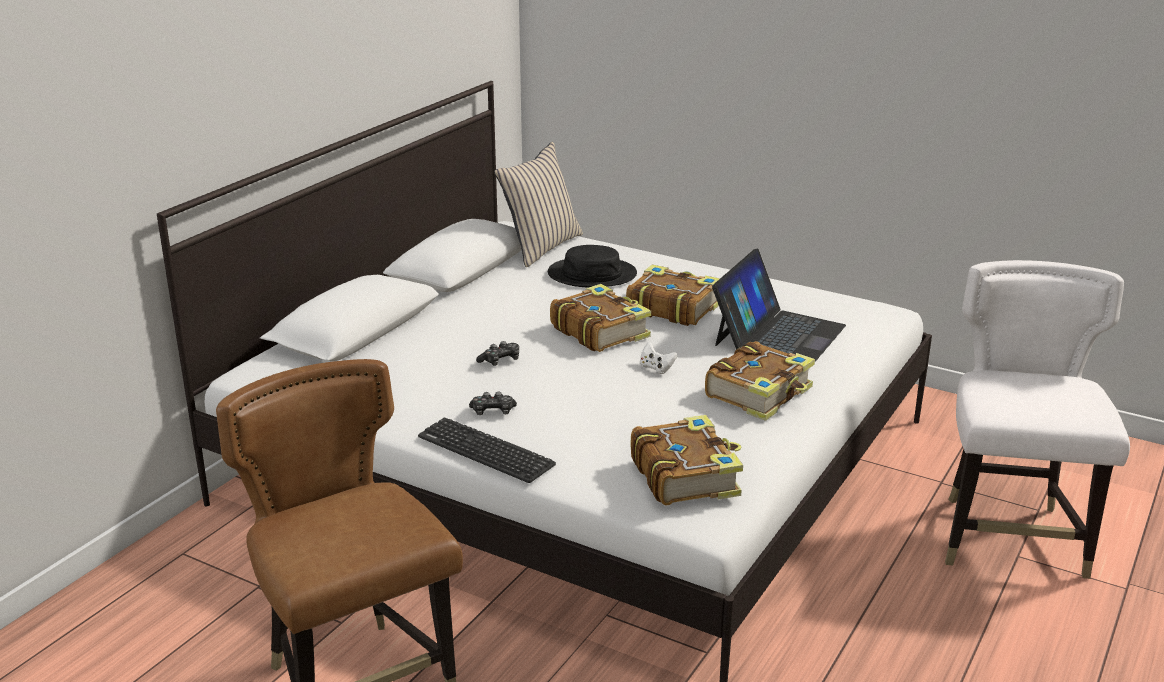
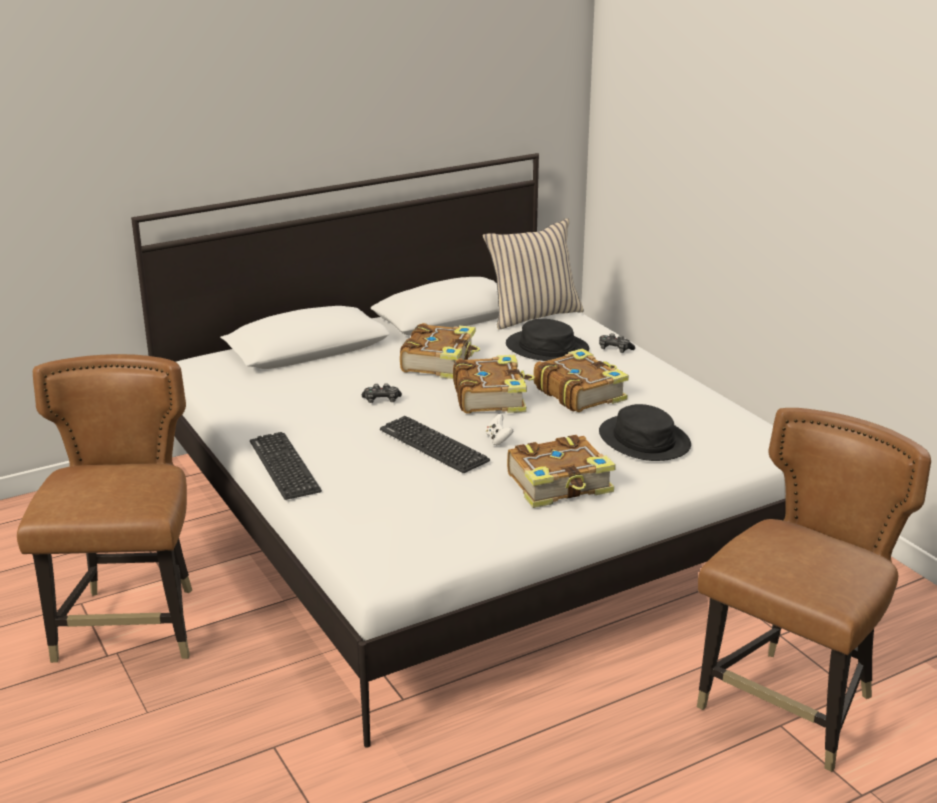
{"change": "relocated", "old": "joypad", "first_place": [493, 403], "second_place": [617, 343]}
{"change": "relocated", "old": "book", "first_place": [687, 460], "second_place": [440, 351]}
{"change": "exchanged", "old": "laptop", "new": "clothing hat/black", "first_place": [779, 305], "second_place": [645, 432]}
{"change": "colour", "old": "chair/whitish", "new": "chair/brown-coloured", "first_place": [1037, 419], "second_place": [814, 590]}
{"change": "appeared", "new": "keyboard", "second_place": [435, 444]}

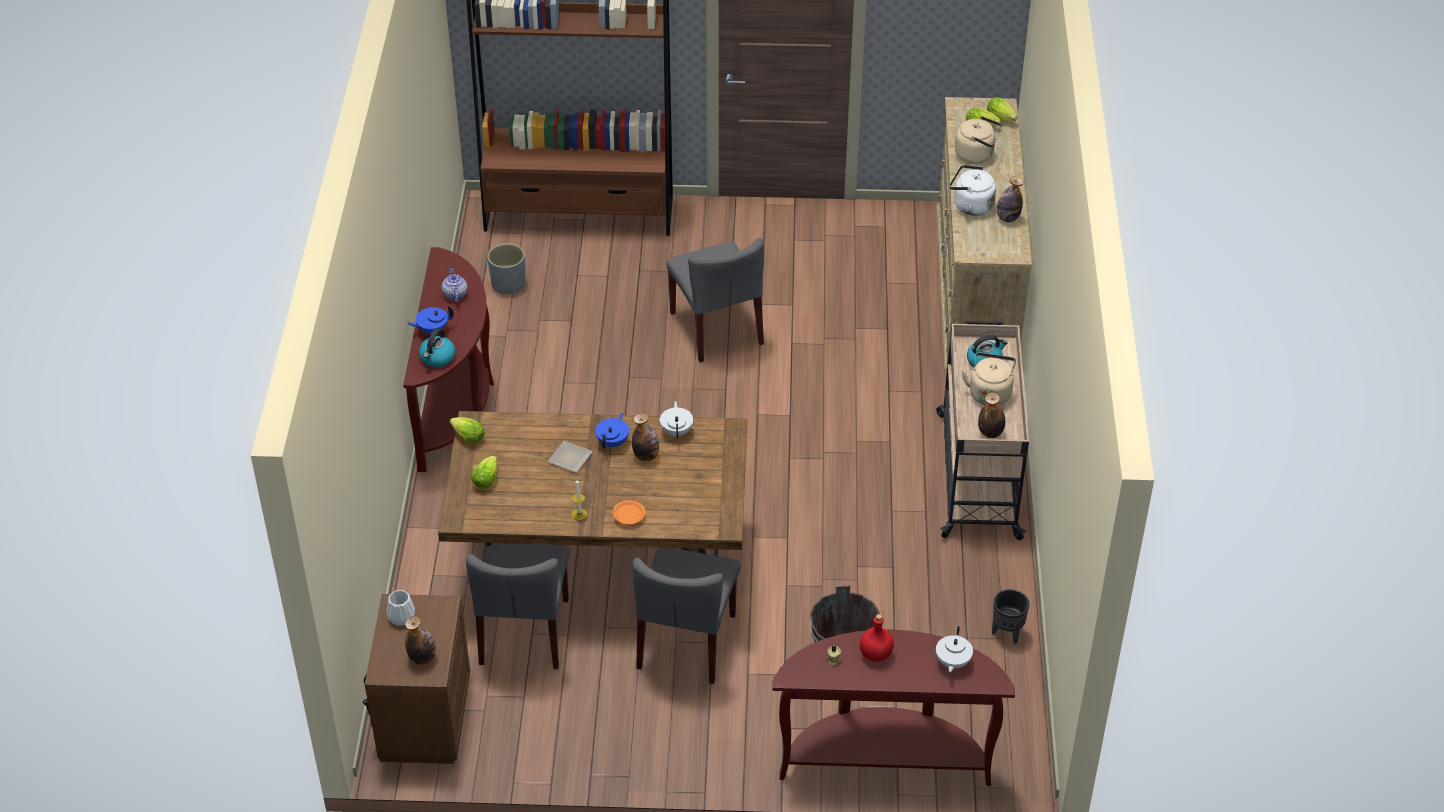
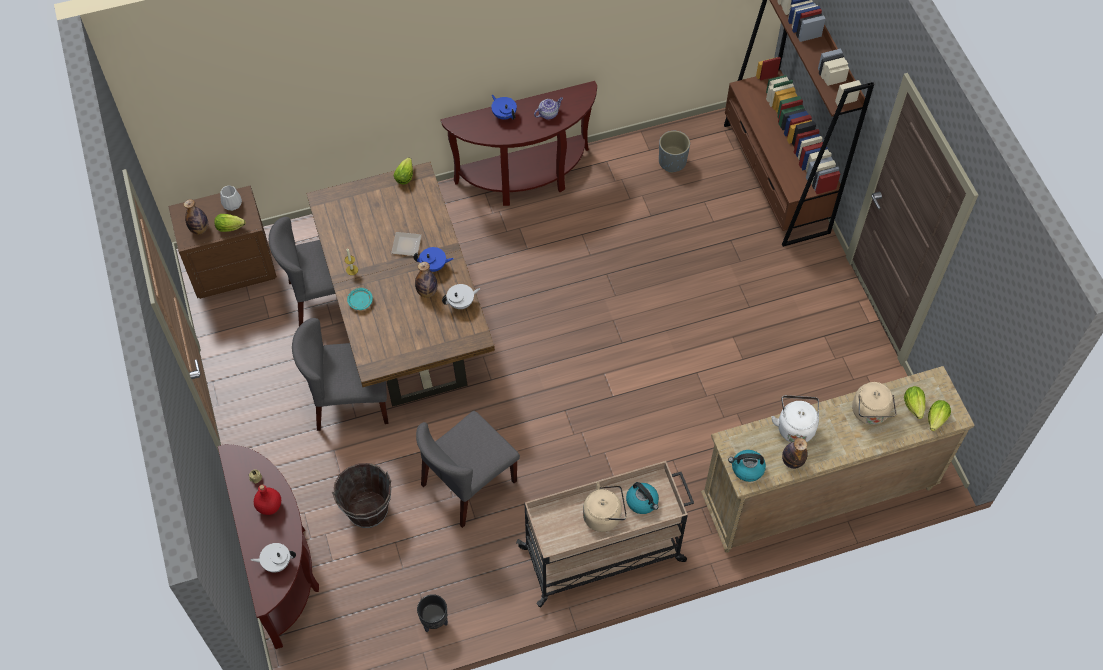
{"change": "relocated", "old": "kettle", "first_place": [437, 347], "second_place": [747, 466]}
{"change": "relocated", "old": "head of lettuce", "first_place": [484, 472], "second_place": [230, 223]}
{"change": "colour", "old": "dinner plate/orange-coloured", "new": "dinner plate/blue-green", "first_place": [629, 512], "second_place": [360, 299]}
{"change": "relocated", "old": "chair/greyish", "first_place": [715, 300], "second_place": [468, 469]}
{"change": "missing", "old": "drink bottle", "first_place": [991, 415]}

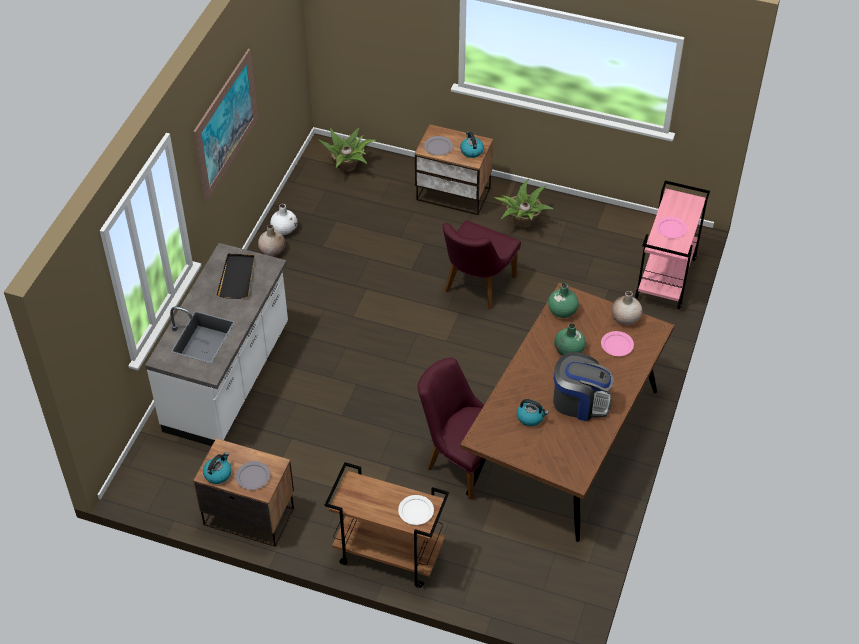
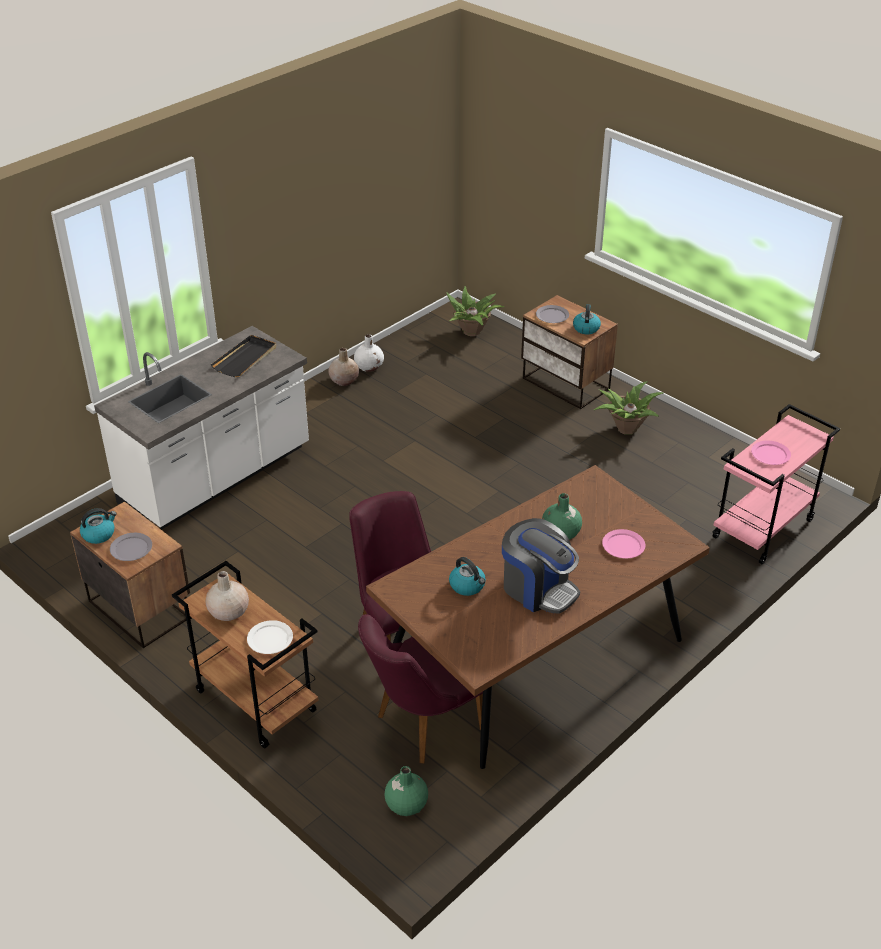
{"change": "missing", "old": "picture", "first_place": [225, 125]}
{"change": "relocated", "old": "chair/purple", "first_place": [482, 264], "second_place": [420, 689]}
{"change": "relocated", "old": "decorative vase/green-coloured", "first_place": [563, 300], "second_place": [406, 791]}
{"change": "relocated", "old": "decorative vase/beige-coloured", "first_place": [626, 308], "second_place": [227, 596]}

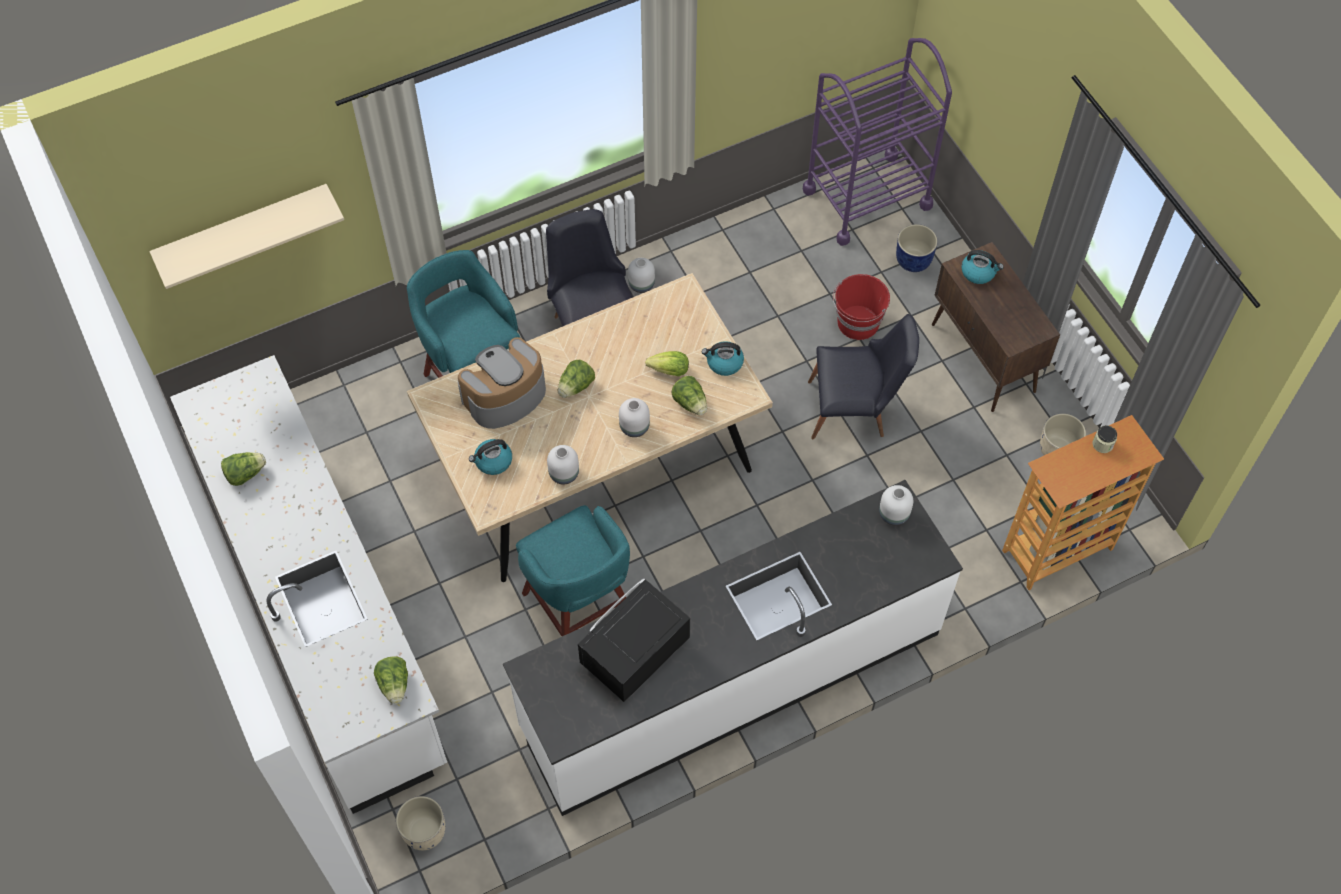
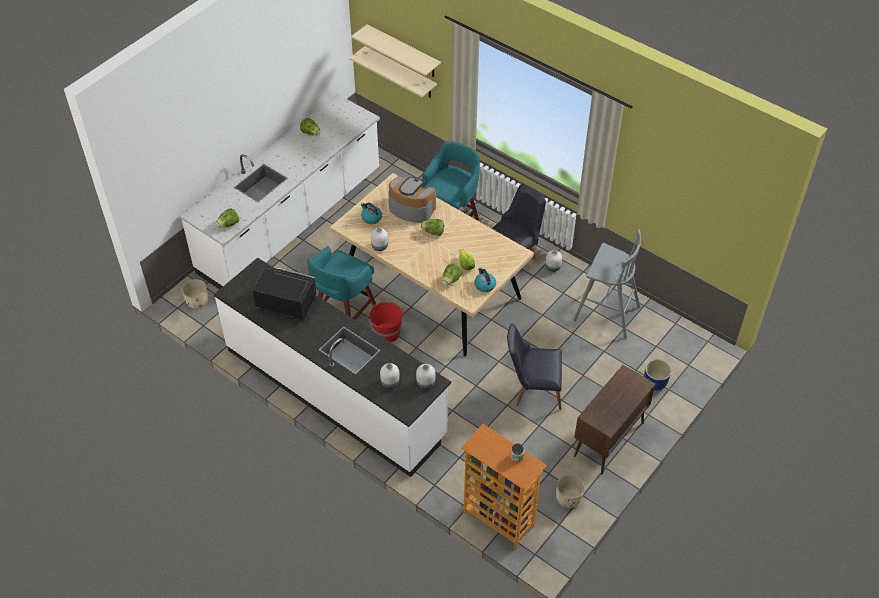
{"change": "relocated", "old": "decorative vase/whitish", "first_place": [634, 417], "second_place": [390, 376]}
{"change": "missing", "old": "trolley/purple", "first_place": [877, 142]}
{"change": "spun", "old": "chair/black", "first_place": [863, 376], "second_place": [534, 367], "degrees": 120}
{"change": "relocated", "old": "pail/red", "first_place": [861, 307], "second_place": [385, 321]}
{"change": "missing", "old": "kettle", "first_place": [982, 267]}
{"change": "appeared", "new": "wall shelf/beige-coloured", "second_place": [393, 72]}
{"change": "appeared", "new": "stool seat/greyish", "second_place": [607, 284]}

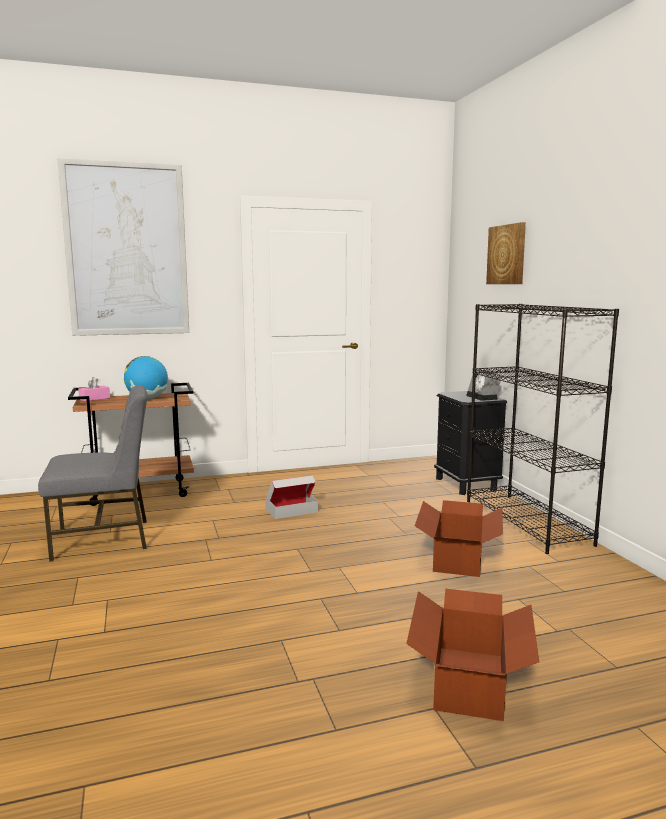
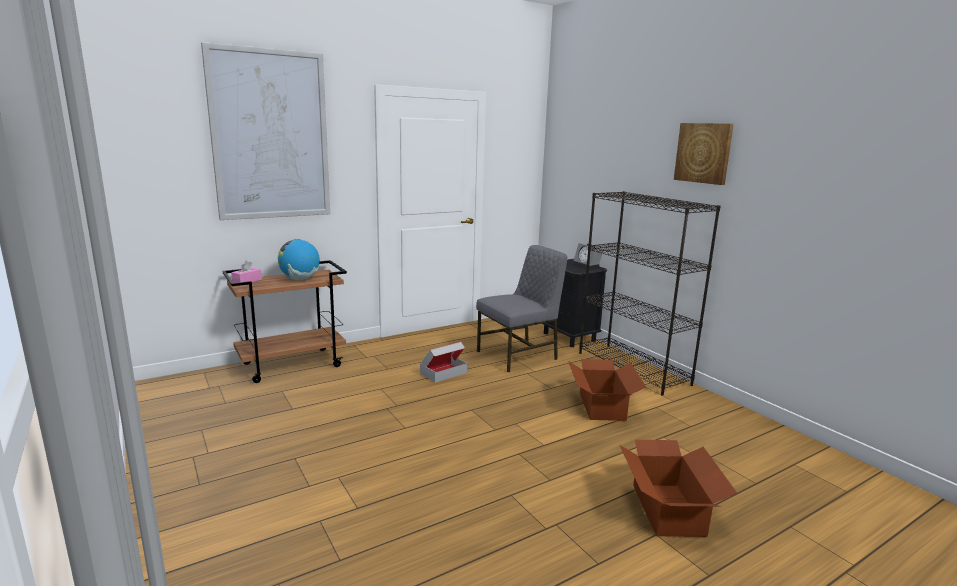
{"change": "relocated", "old": "chair/greyish", "first_place": [92, 473], "second_place": [521, 308]}
{"change": "relocated", "old": "picture", "first_place": [506, 253], "second_place": [704, 154]}

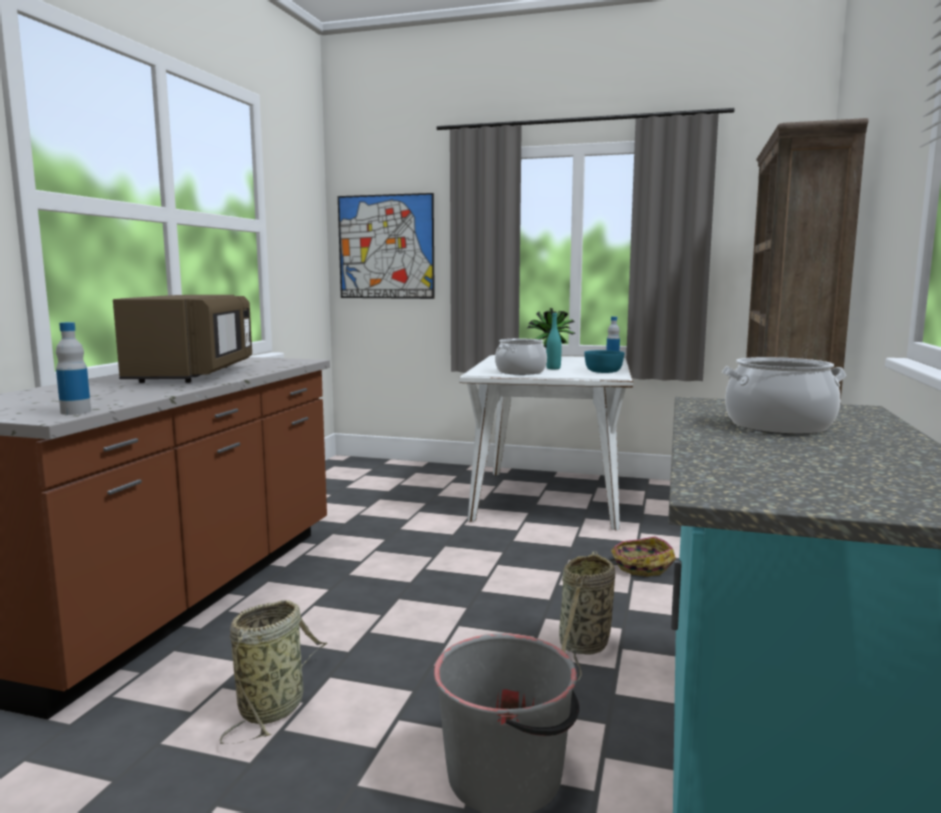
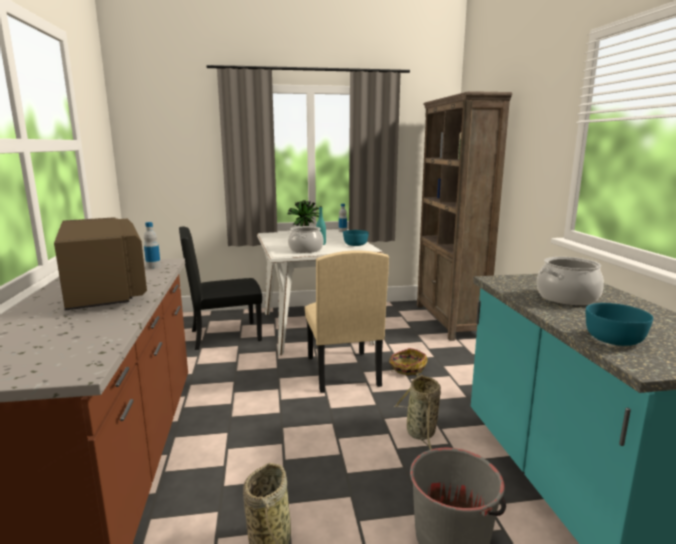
{"change": "relocated", "old": "drink bottle", "first_place": [73, 368], "second_place": [152, 245]}
{"change": "missing", "old": "picture", "first_place": [386, 246]}
{"change": "appeared", "new": "chair/black", "second_place": [220, 288]}
{"change": "appeared", "new": "chair/beige-coloured", "second_place": [347, 321]}
{"change": "appeared", "new": "serving bowl/blue-green", "second_place": [619, 324]}

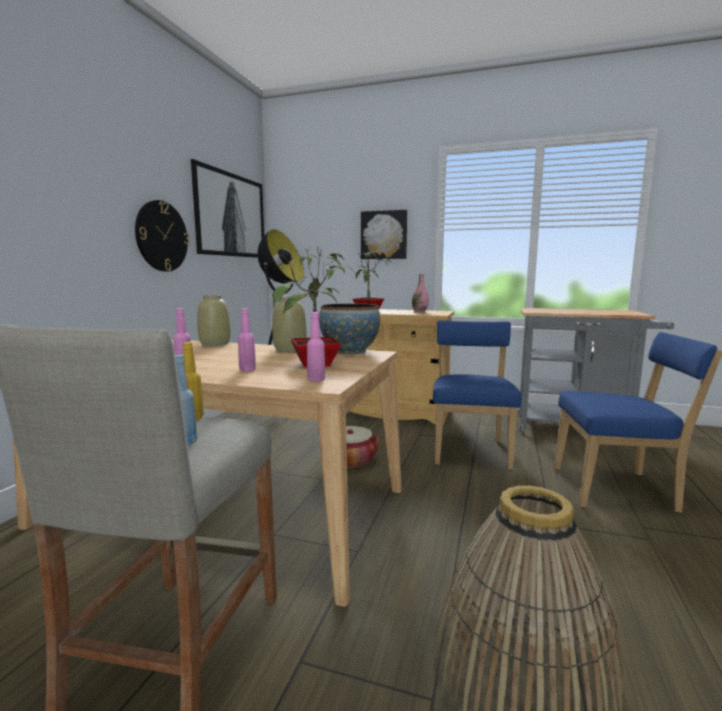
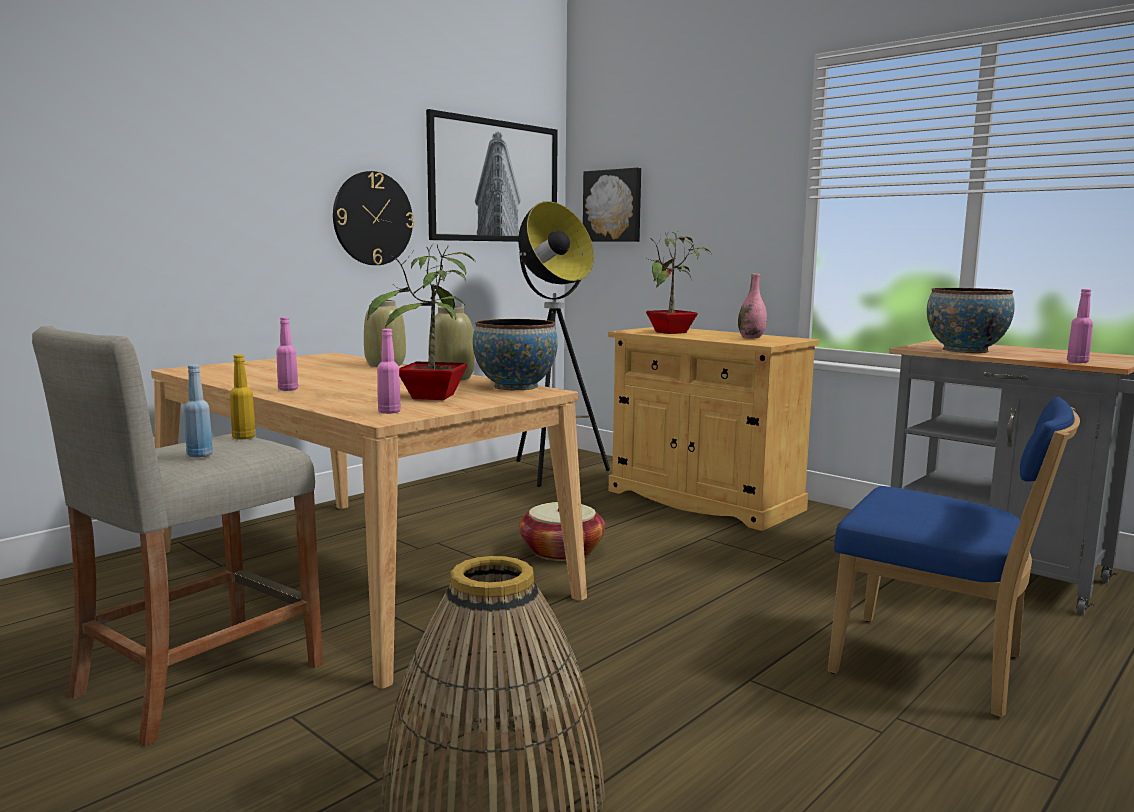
{"change": "relocated", "old": "drink bottle/pinkish", "first_place": [247, 340], "second_place": [1080, 326]}
{"change": "relocated", "old": "picture", "first_place": [384, 234], "second_place": [612, 205]}
{"change": "missing", "old": "chair/bluish", "first_place": [477, 395]}
{"change": "appeared", "new": "serving bowl", "second_place": [971, 320]}

